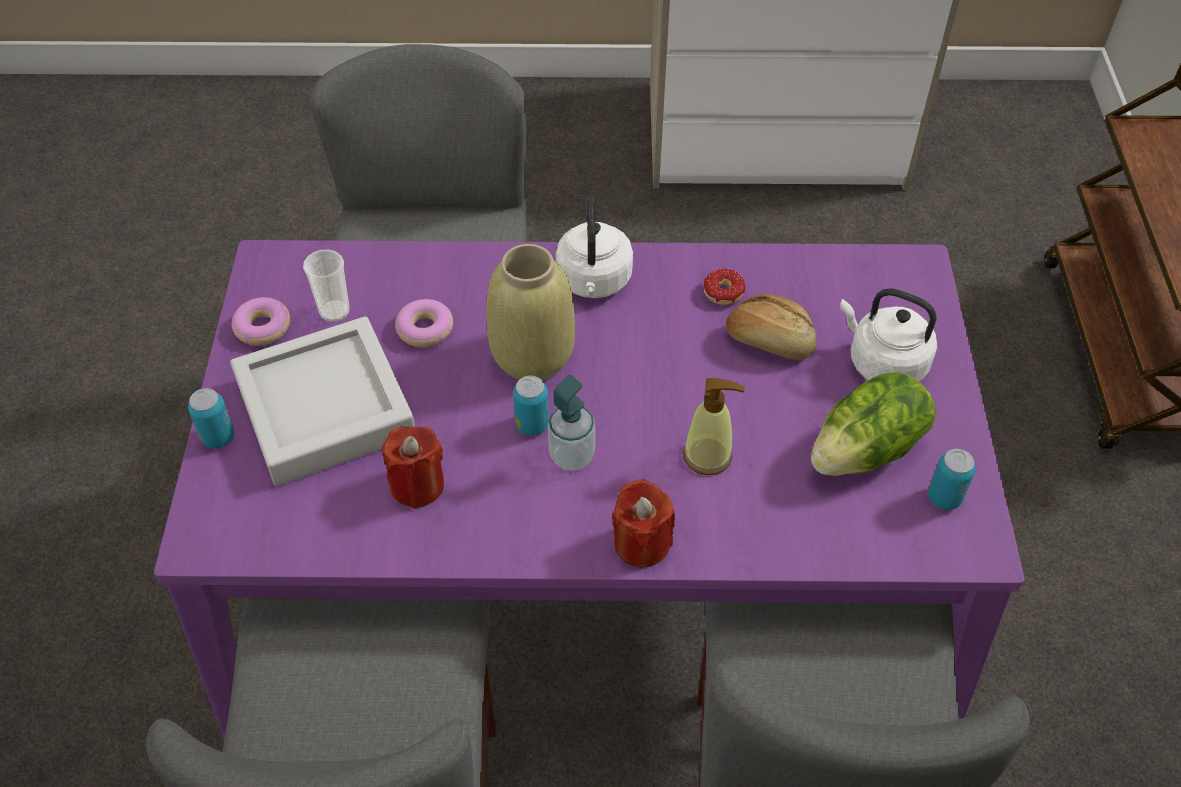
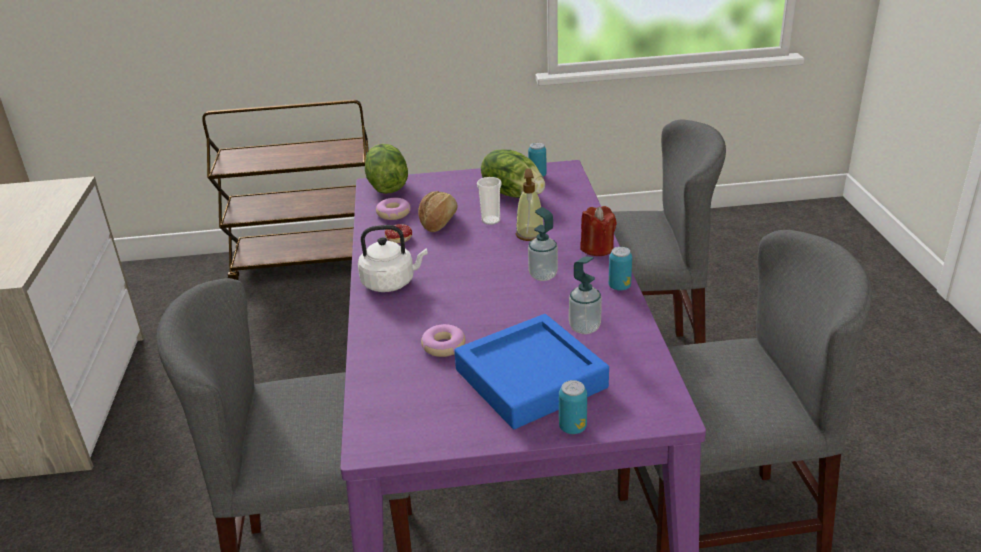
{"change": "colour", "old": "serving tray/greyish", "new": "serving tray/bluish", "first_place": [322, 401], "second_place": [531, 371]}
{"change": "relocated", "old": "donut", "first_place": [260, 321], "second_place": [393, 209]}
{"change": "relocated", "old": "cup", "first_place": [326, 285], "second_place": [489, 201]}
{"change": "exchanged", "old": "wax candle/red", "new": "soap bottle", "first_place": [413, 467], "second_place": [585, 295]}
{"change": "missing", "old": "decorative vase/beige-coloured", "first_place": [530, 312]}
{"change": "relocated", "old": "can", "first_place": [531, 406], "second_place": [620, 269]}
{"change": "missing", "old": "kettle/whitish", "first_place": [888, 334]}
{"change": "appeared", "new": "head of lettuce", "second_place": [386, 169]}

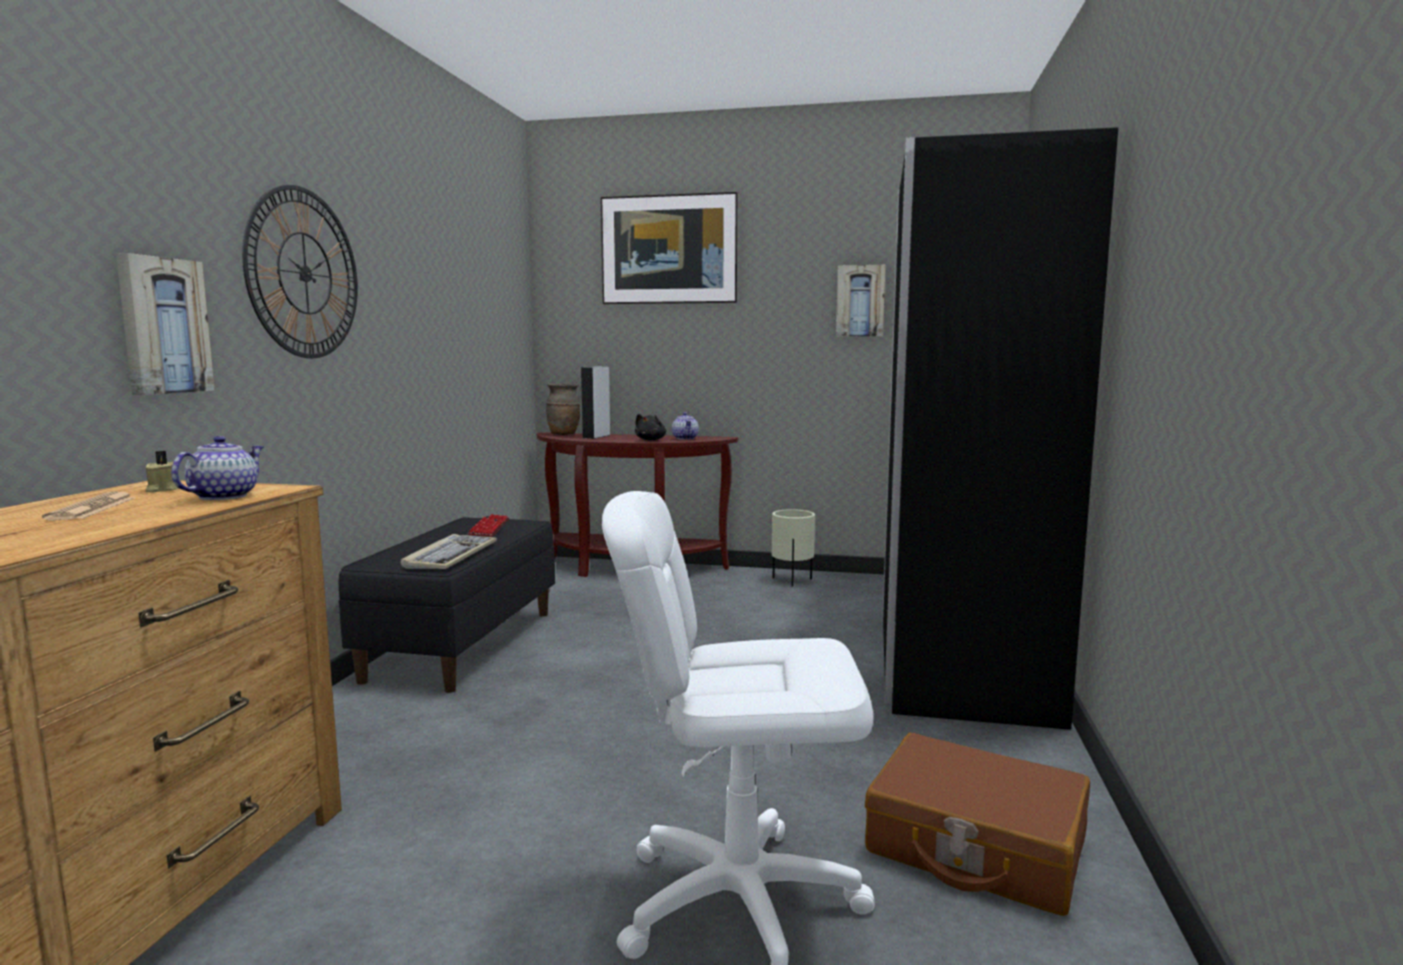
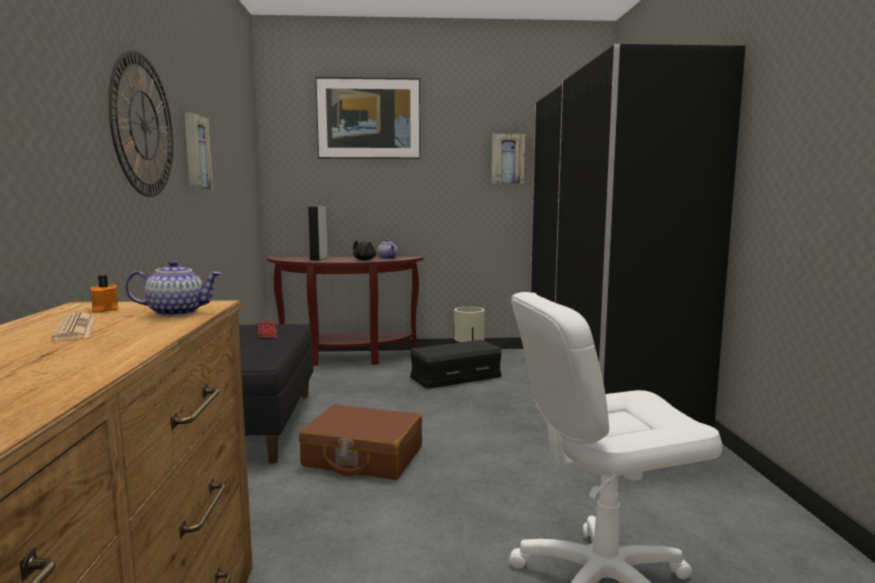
{"change": "relocated", "old": "picture", "first_place": [165, 324], "second_place": [198, 150]}
{"change": "colour", "old": "wax candle/beige-coloured", "new": "wax candle/orange-coloured", "first_place": [162, 472], "second_place": [105, 294]}
{"change": "spun", "old": "pot for tea", "first_place": [217, 468], "second_place": [173, 288], "degrees": 75}
{"change": "missing", "old": "keyboard", "first_place": [449, 551]}
{"change": "missing", "old": "decorative vase/brown-coloured", "first_place": [563, 409]}
{"change": "relocated", "old": "suitcase/brown-coloured", "first_place": [977, 824], "second_place": [360, 442]}
{"change": "appeared", "new": "storage bin/black", "second_place": [456, 364]}

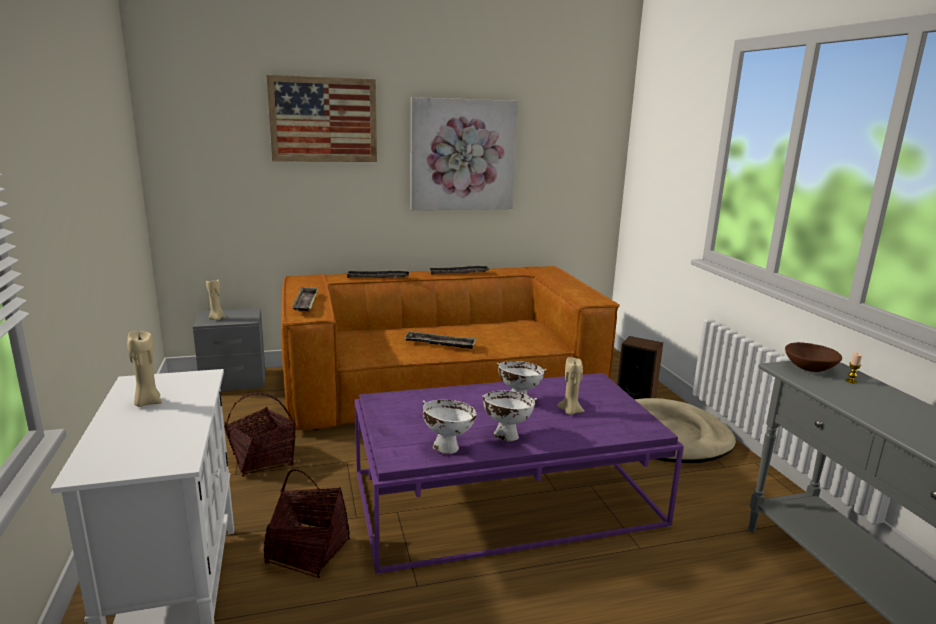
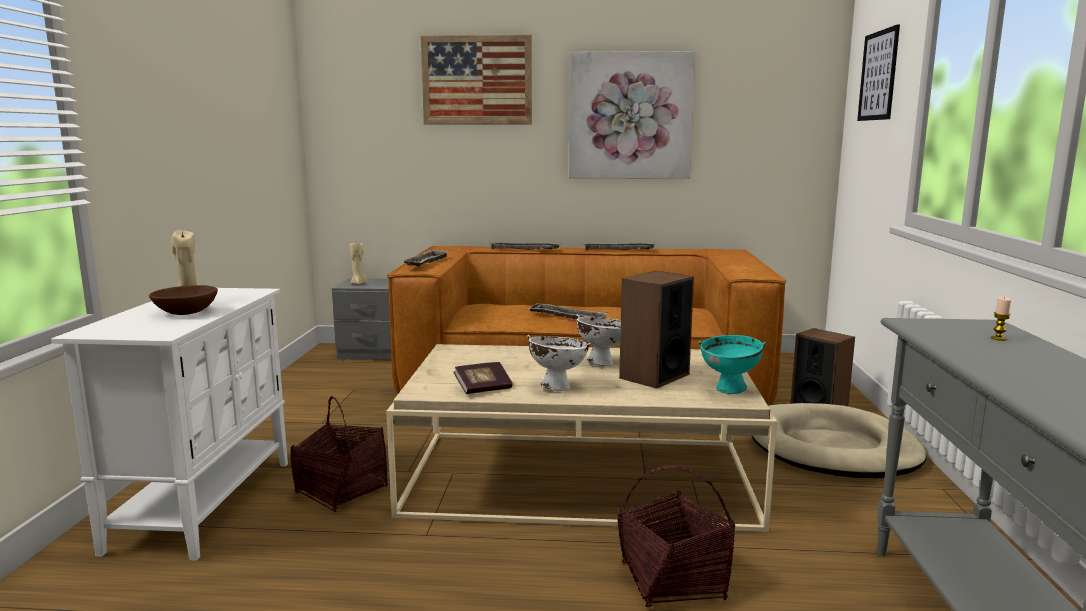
{"change": "relocated", "old": "storage basket", "first_place": [260, 435], "second_place": [676, 536]}
{"change": "colour", "old": "coffee table/purple", "new": "coffee table/beige-coloured", "first_place": [519, 474], "second_place": [581, 438]}
{"change": "exchanged", "old": "serving bowl/whitish", "new": "book", "first_place": [450, 427], "second_place": [483, 378]}
{"change": "exchanged", "old": "wax candle/beige-coloured", "new": "speaker", "first_place": [570, 386], "second_place": [656, 330]}
{"change": "relocated", "old": "serving bowl/brown-coloured", "first_place": [813, 357], "second_place": [183, 300]}
{"change": "appeared", "new": "serving bowl/blue-green", "second_place": [732, 364]}
{"change": "appeared", "new": "picture", "second_place": [878, 72]}

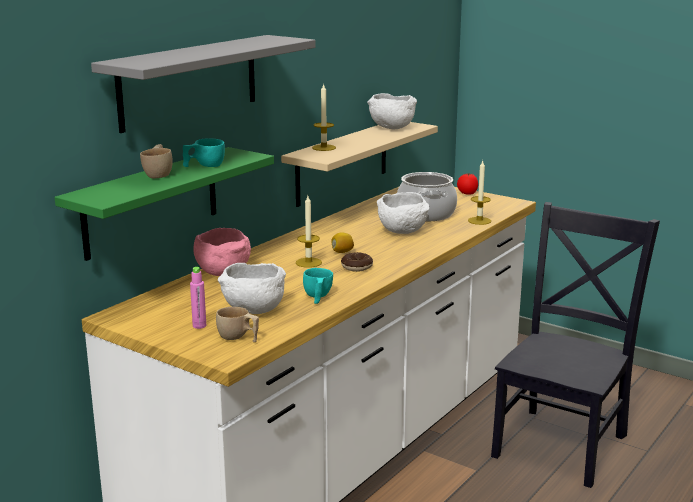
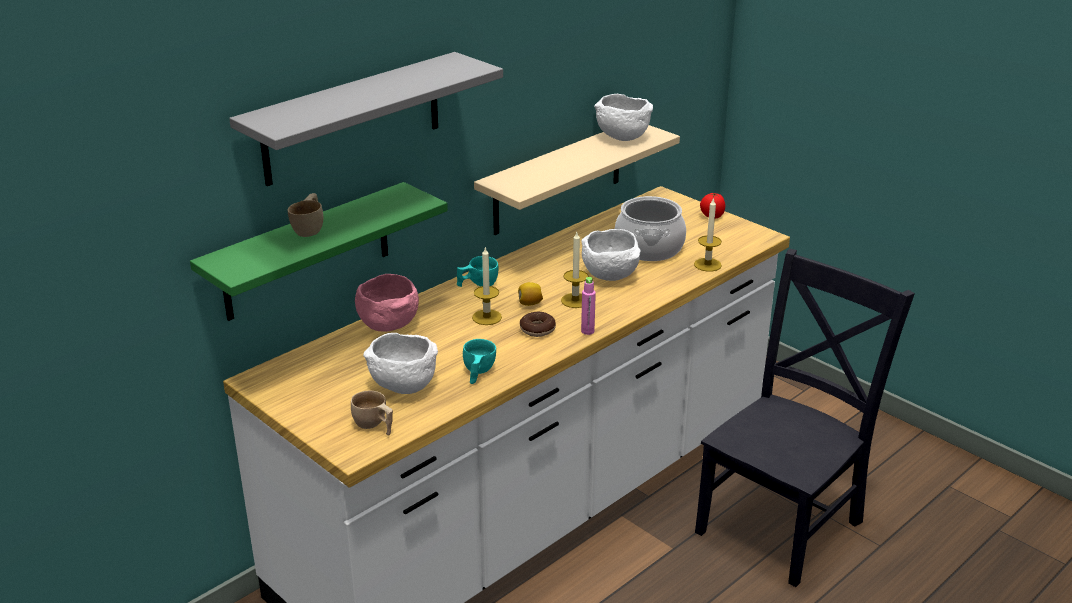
{"change": "relocated", "old": "cup/blue-green", "first_place": [204, 153], "second_place": [477, 271]}
{"change": "relocated", "old": "drink bottle/pinkish", "first_place": [198, 298], "second_place": [588, 306]}
{"change": "relocated", "old": "wax candle", "first_place": [324, 117], "second_place": [574, 270]}

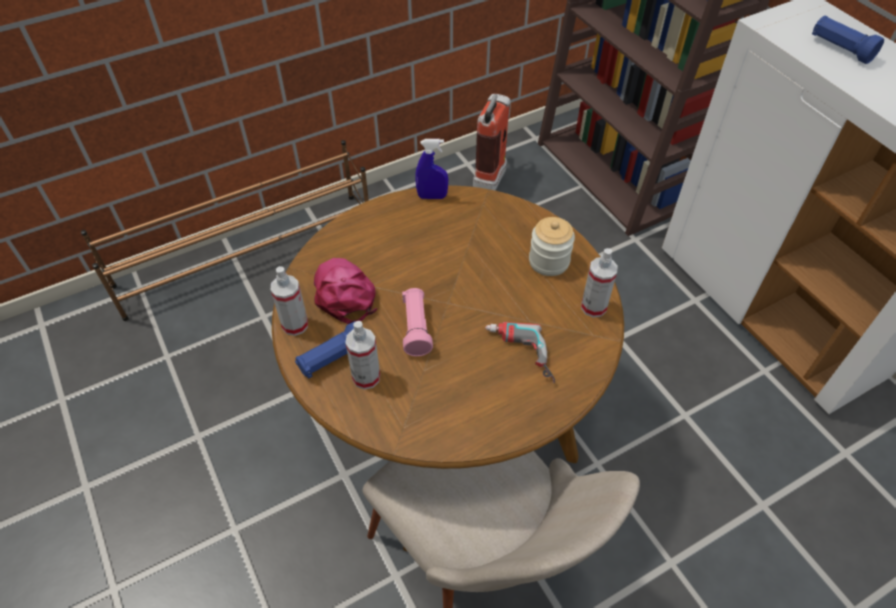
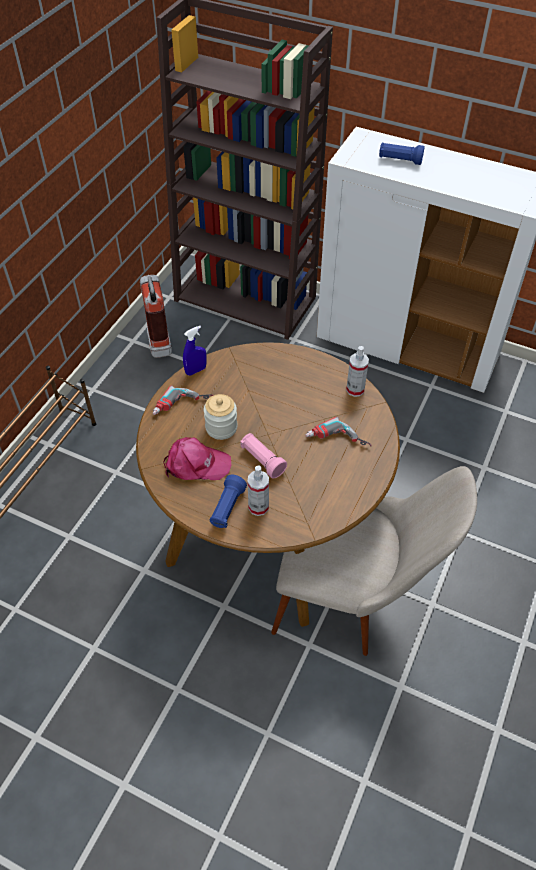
{"change": "missing", "old": "hand sprayer", "first_place": [289, 301]}
{"change": "spun", "old": "cap/pinkish", "first_place": [345, 291], "second_place": [197, 458], "degrees": 150}
{"change": "relocated", "old": "jar", "first_place": [552, 246], "second_place": [220, 417]}
{"change": "appeared", "new": "power drill", "second_place": [183, 400]}

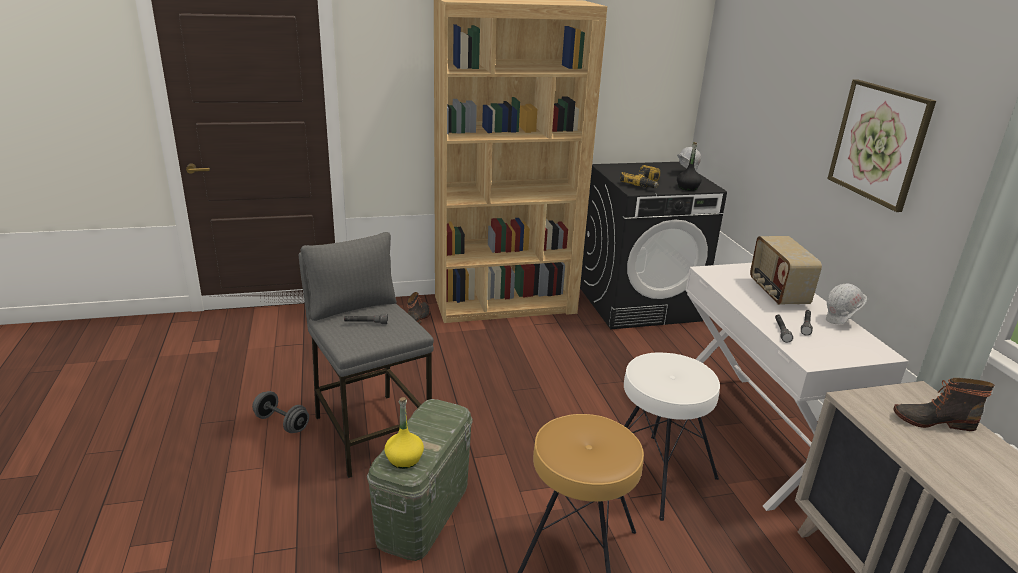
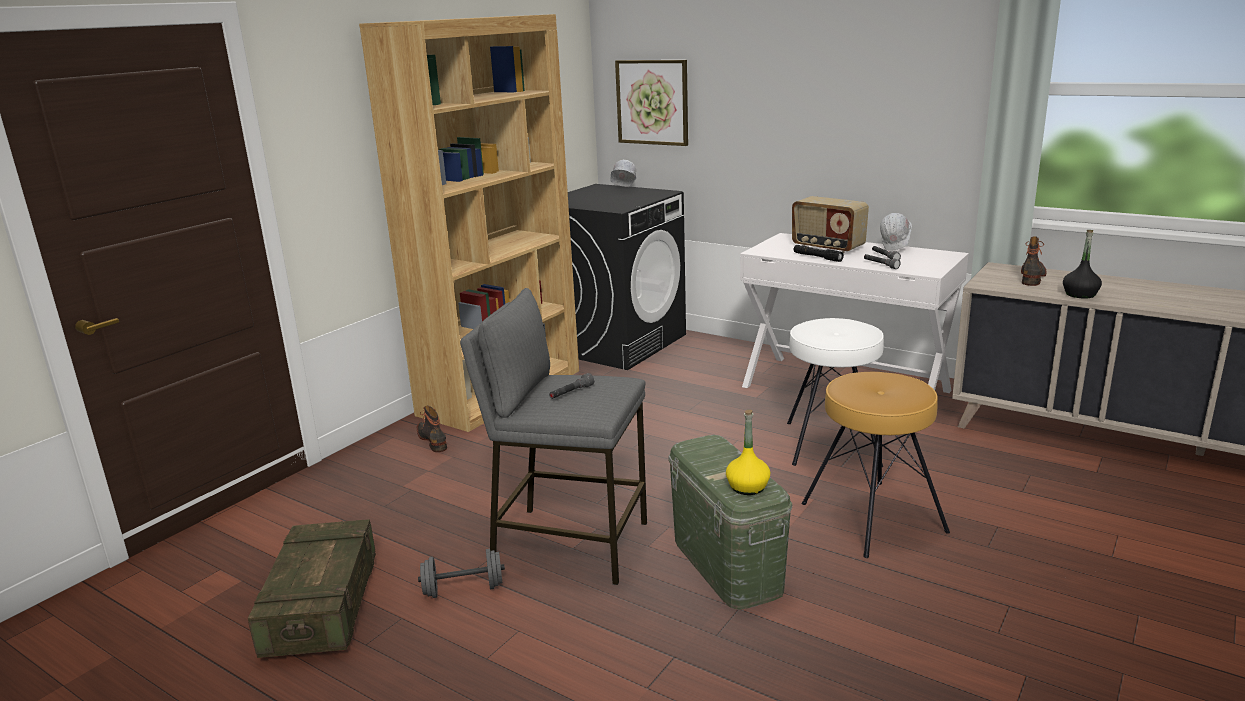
{"change": "missing", "old": "power drill", "first_place": [640, 176]}
{"change": "relocated", "old": "drink bottle/black", "first_place": [689, 166], "second_place": [1082, 264]}
{"change": "relocated", "old": "picture", "first_place": [881, 145], "second_place": [651, 103]}
{"change": "spun", "old": "high-top boot", "first_place": [944, 404], "second_place": [1034, 261], "degrees": 150}
{"change": "appeared", "new": "crate", "second_place": [312, 588]}
{"change": "appeared", "new": "torch/black", "second_place": [819, 253]}

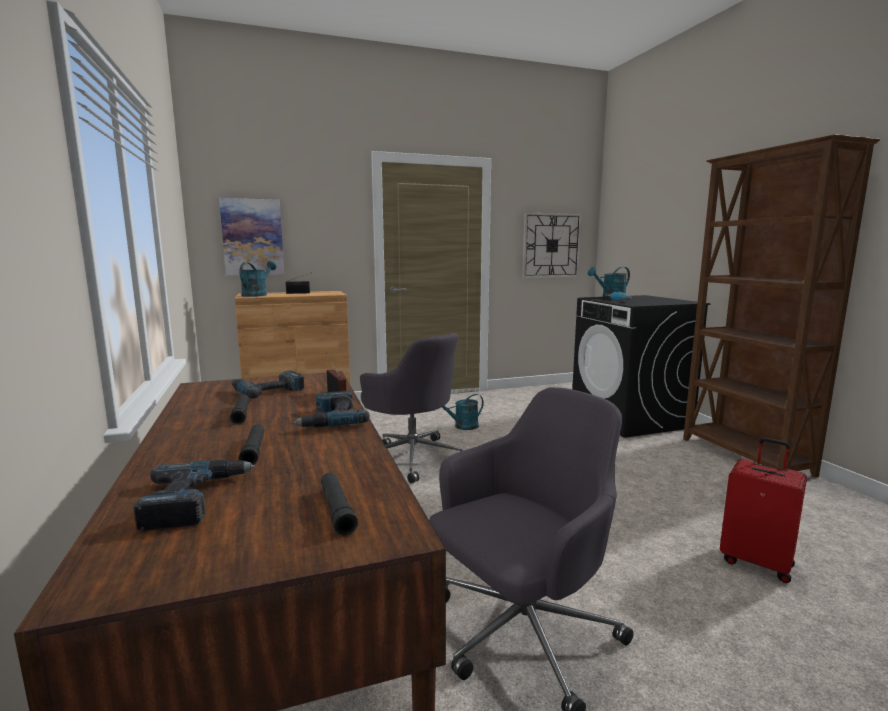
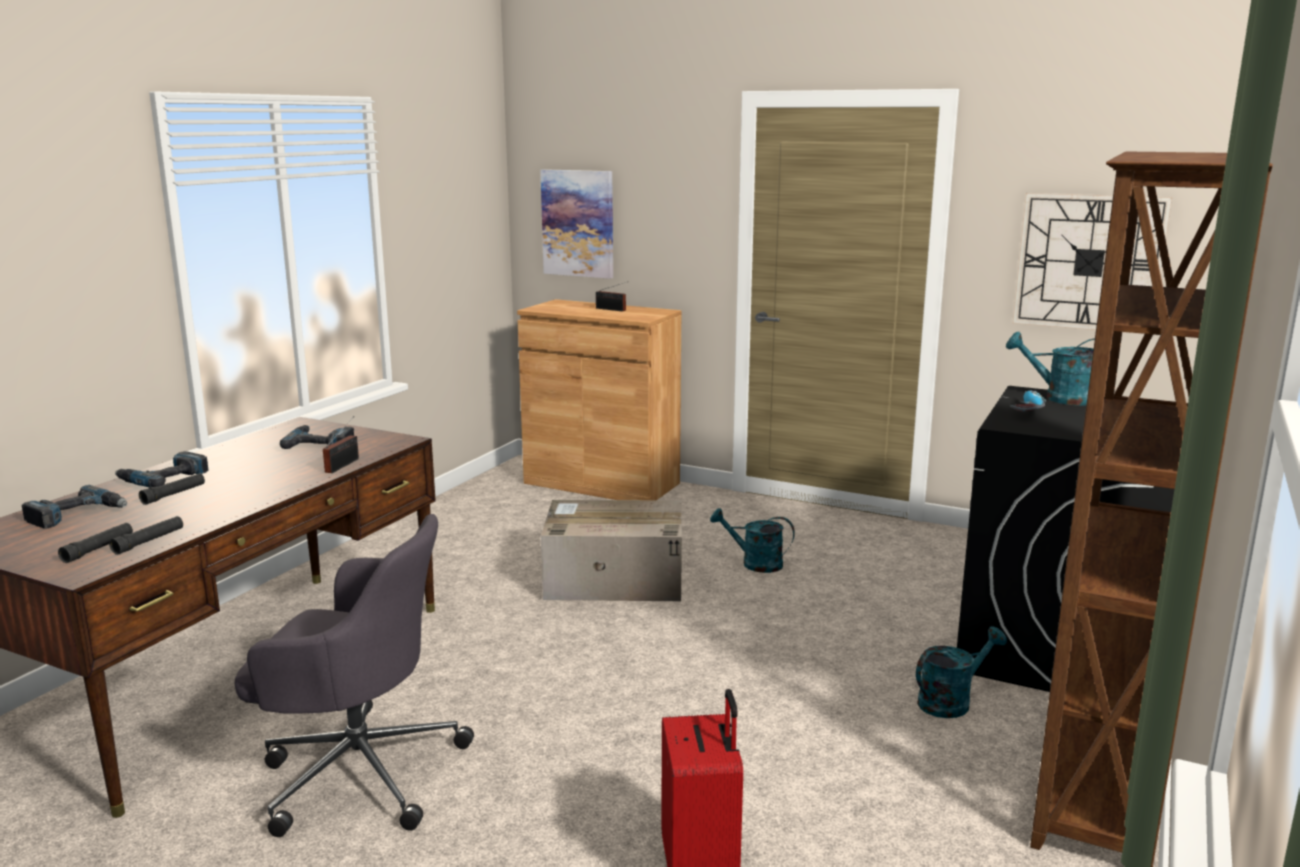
{"change": "relocated", "old": "torch/black", "first_place": [239, 409], "second_place": [146, 535]}
{"change": "relocated", "old": "watering can/blue-green", "first_place": [257, 279], "second_place": [961, 672]}
{"change": "relocated", "old": "power drill", "first_place": [331, 409], "second_place": [162, 469]}
{"change": "exchanged", "old": "office chair/greyish", "new": "carton", "first_place": [411, 408], "second_place": [611, 550]}

